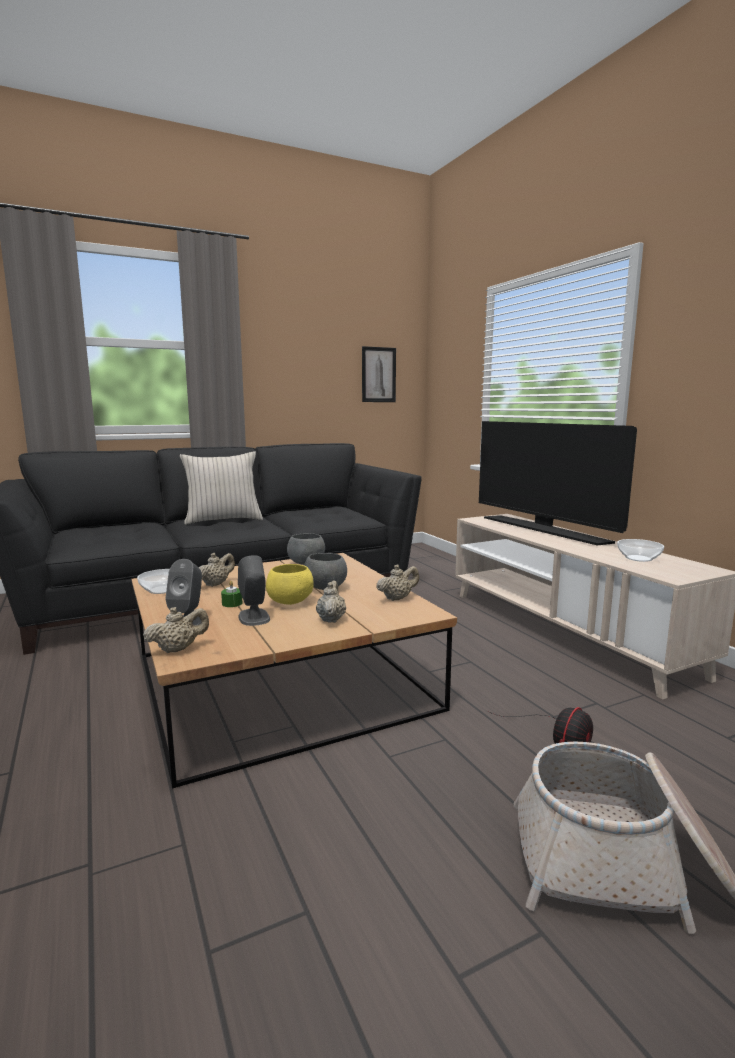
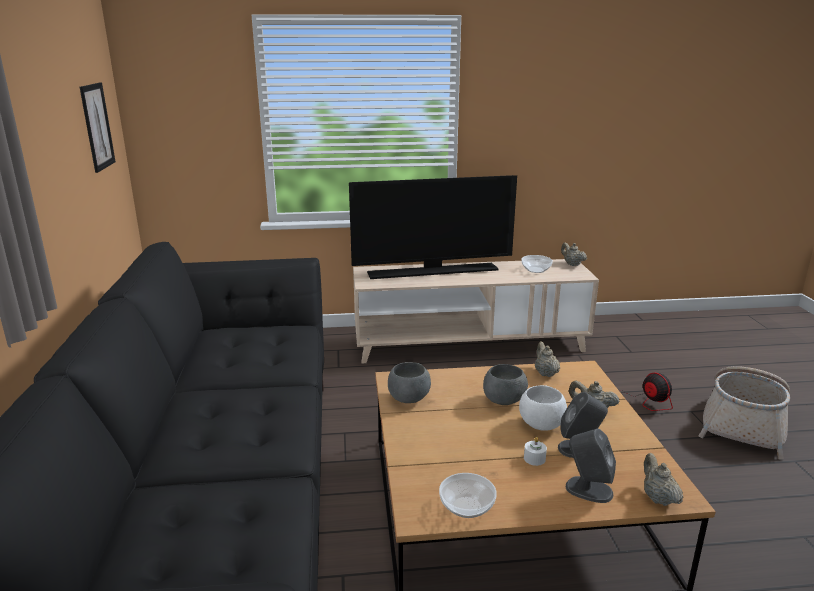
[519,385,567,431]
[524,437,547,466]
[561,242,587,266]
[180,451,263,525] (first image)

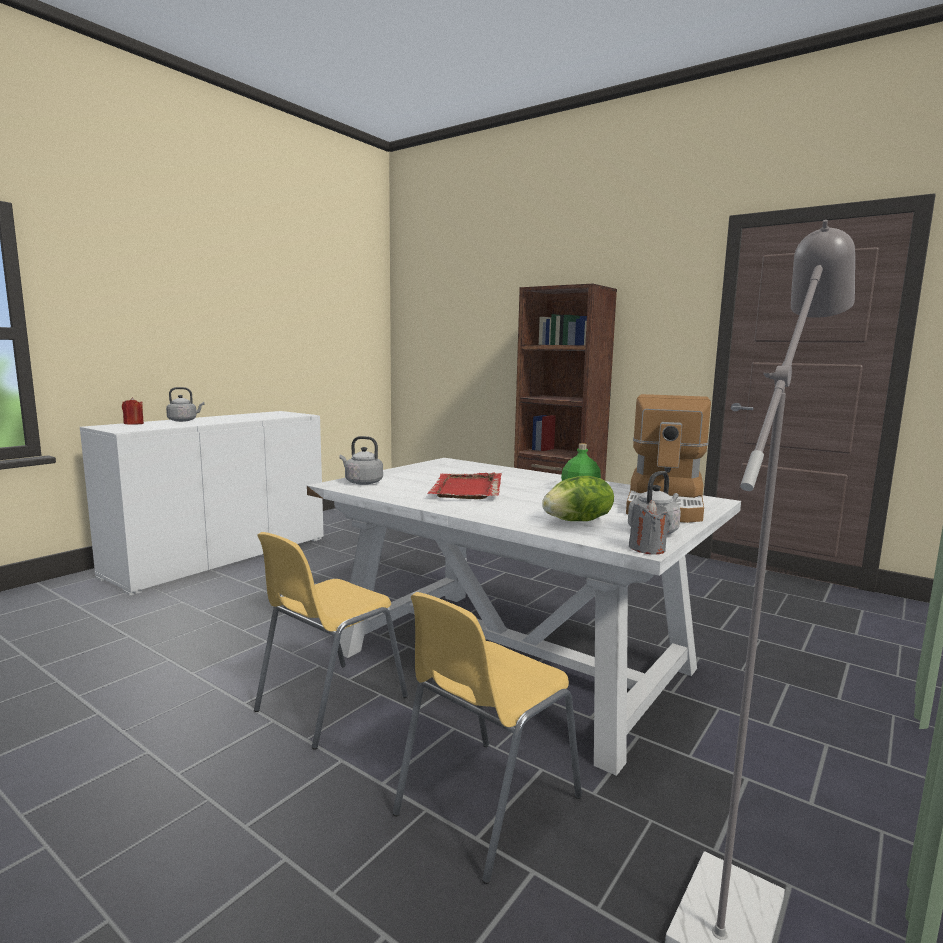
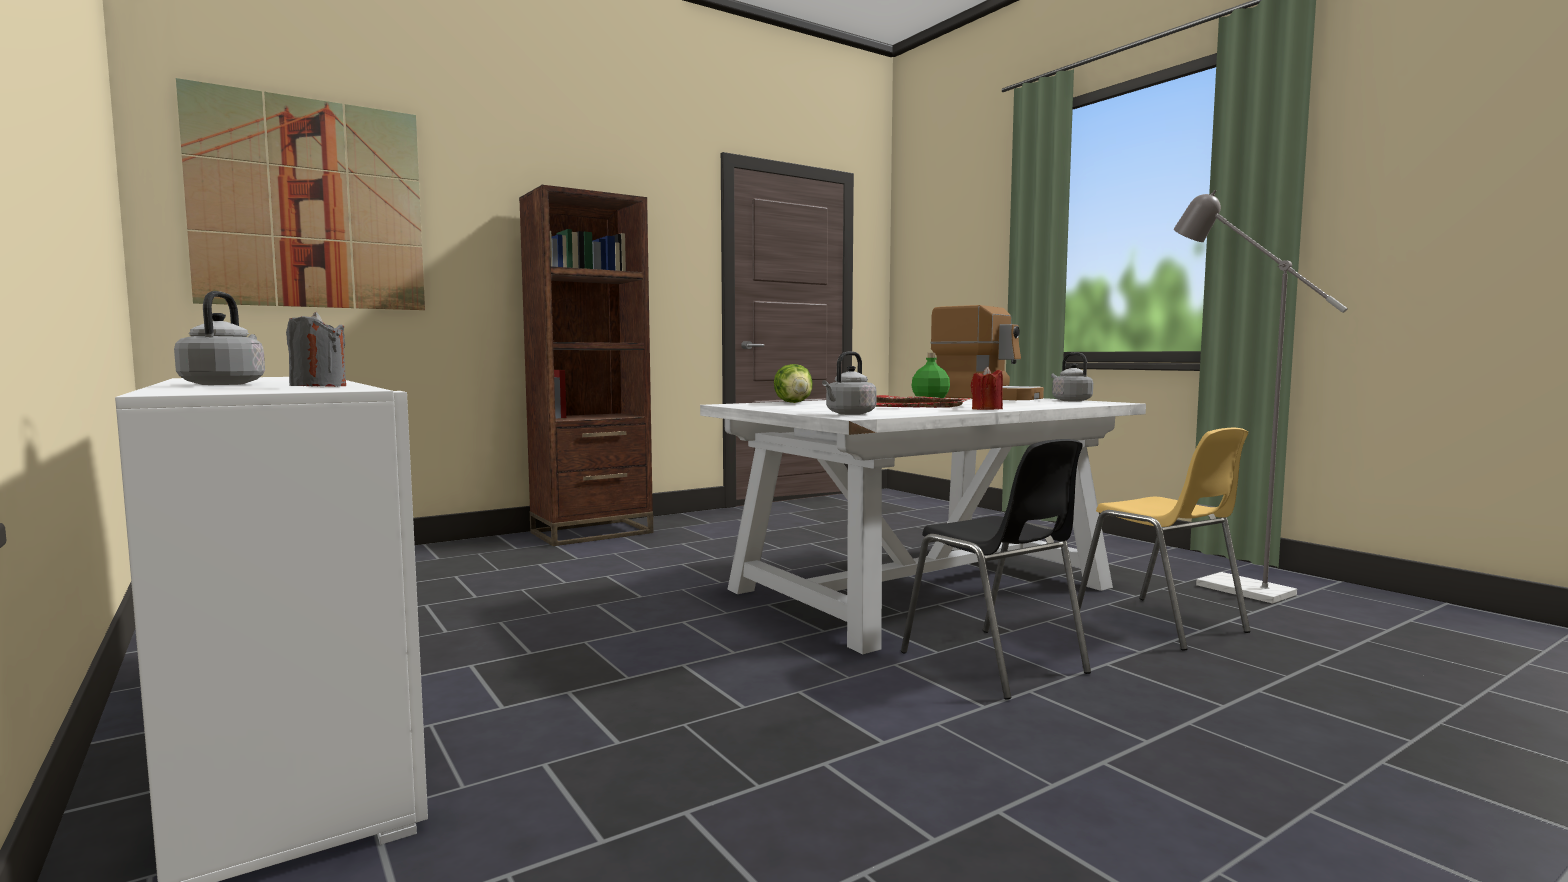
[176,78,425,310]
[286,312,346,387]
[774,364,813,403]
[901,439,1091,700]
[971,367,1003,410]

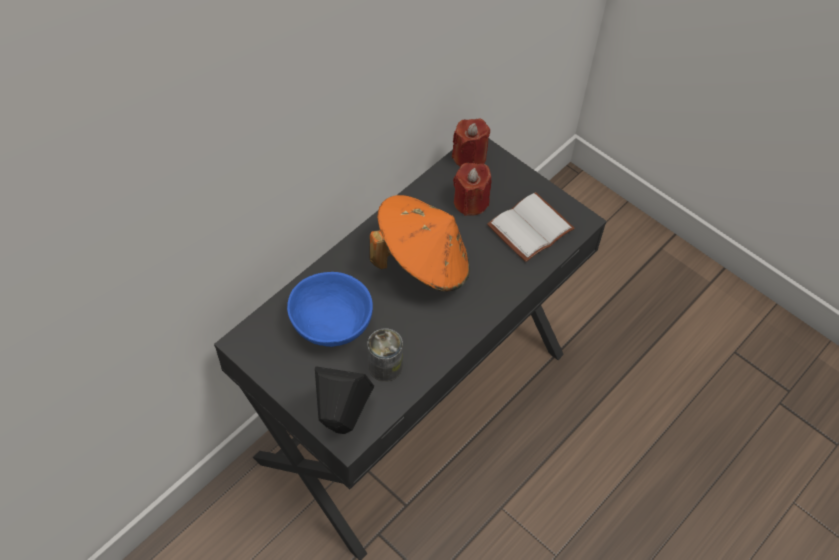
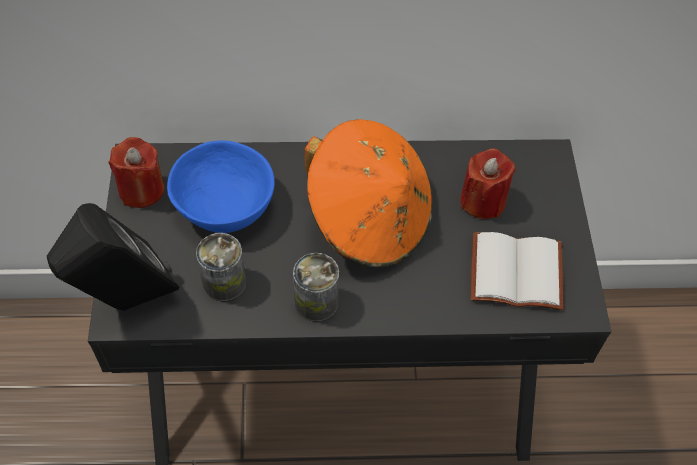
[109,137,165,208]
[293,253,339,322]

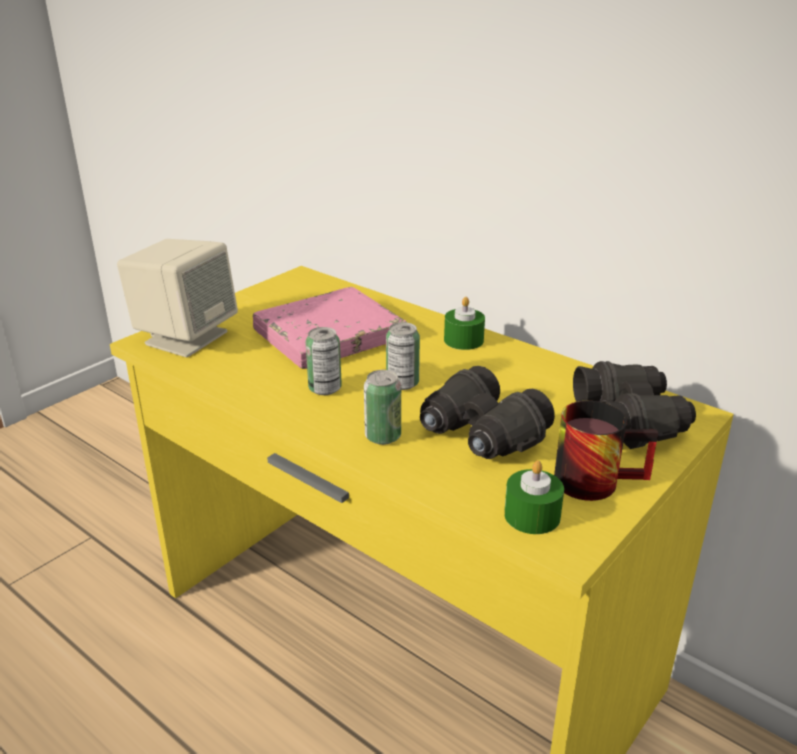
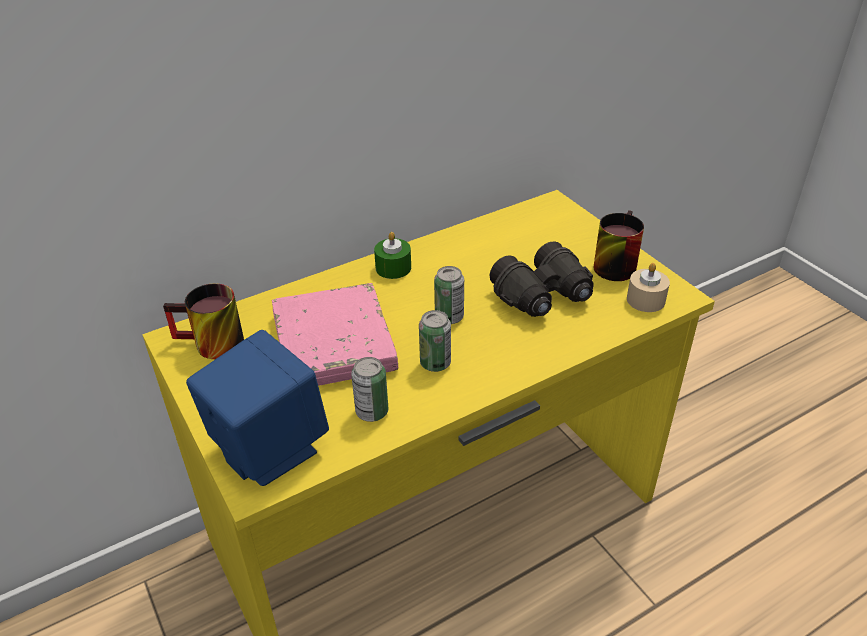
[163,283,244,359]
[186,330,329,486]
[351,357,388,422]
[627,263,670,312]
[573,361,696,449] (first image)

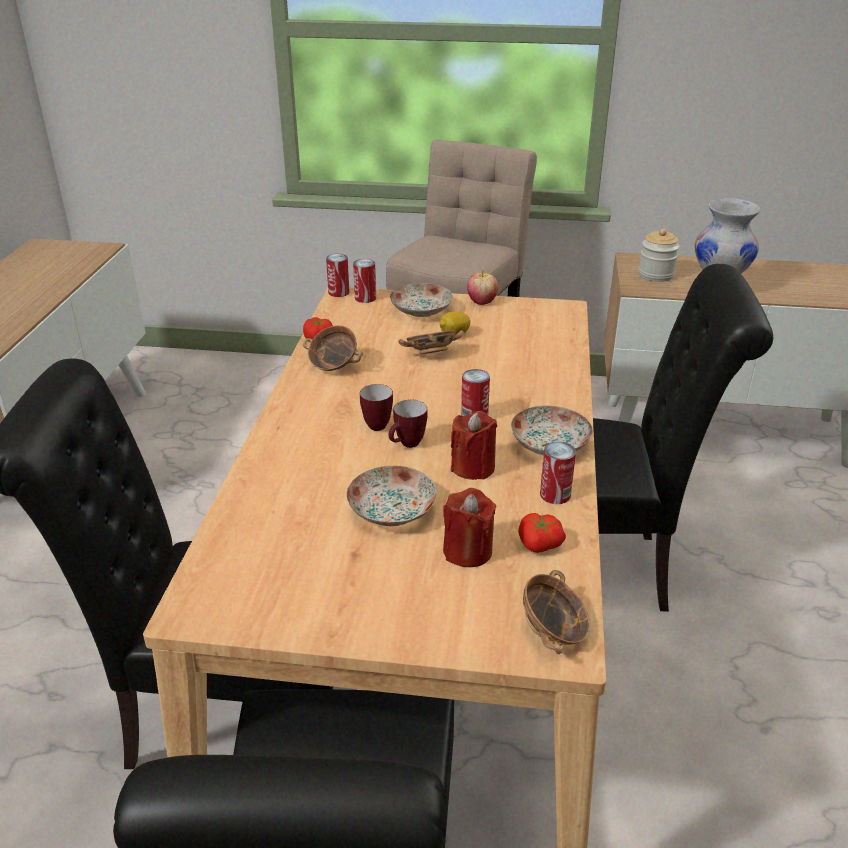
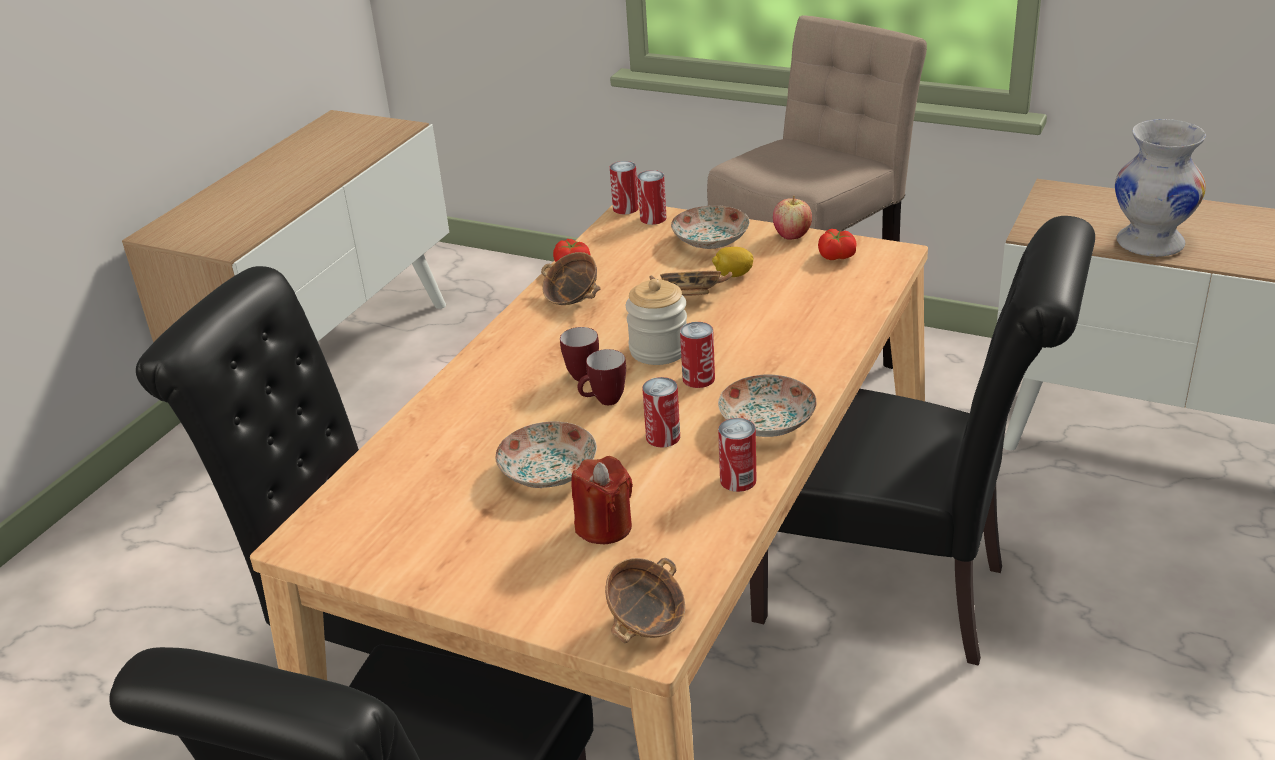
[626,279,687,365]
[642,377,680,448]
[818,229,857,260]

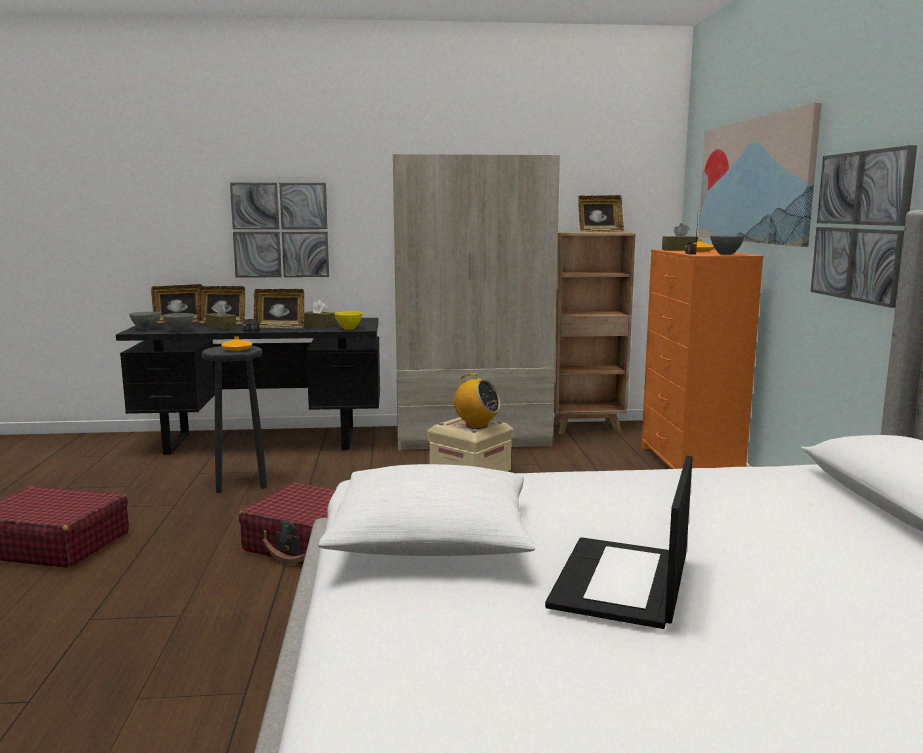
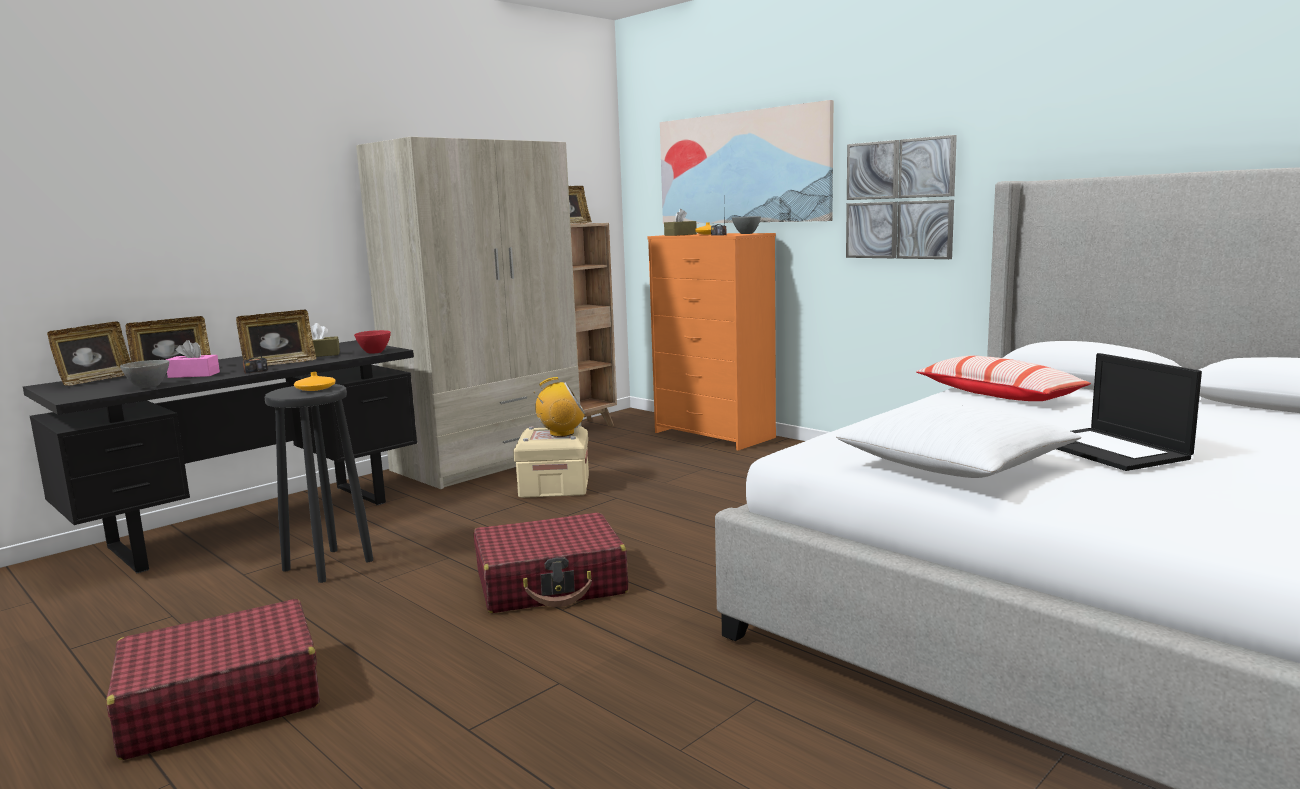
[166,340,220,378]
[354,330,391,354]
[916,356,1091,401]
[129,312,160,330] (first image)
[230,183,329,278] (first image)

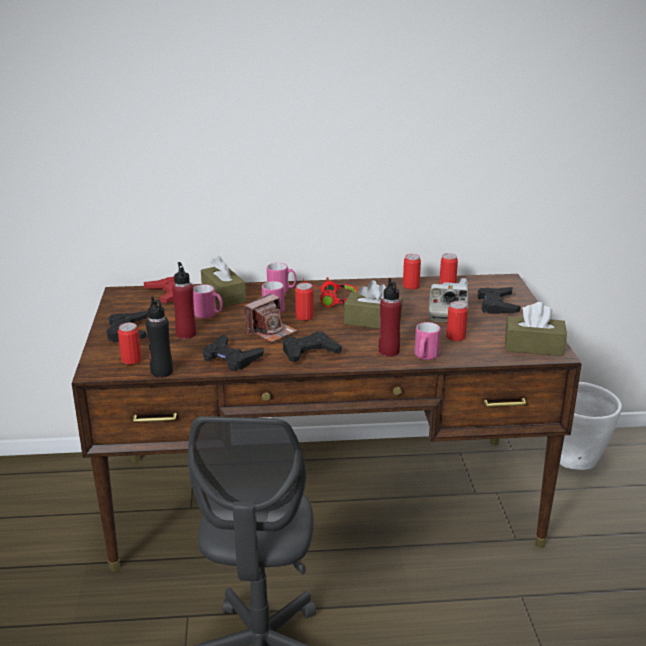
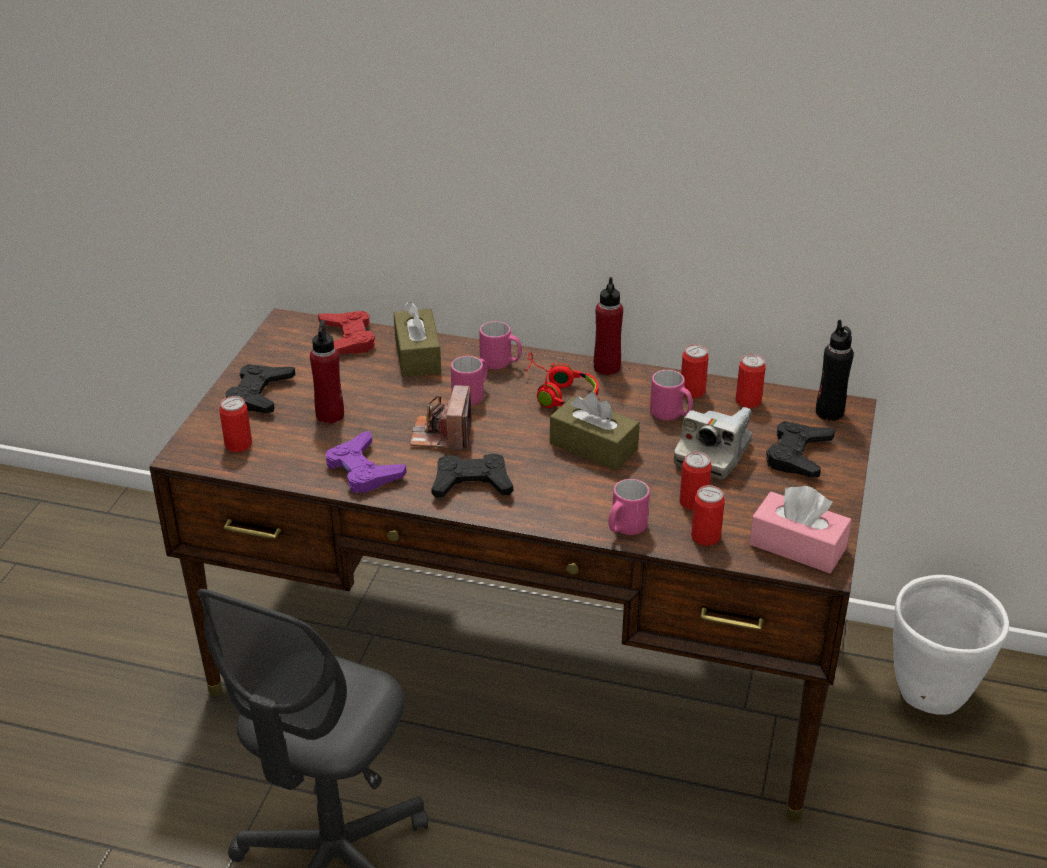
[326,431,407,494]
[410,385,472,450]
[594,277,623,375]
[650,370,693,421]
[691,485,725,546]
[749,486,852,573]
[816,320,854,421]

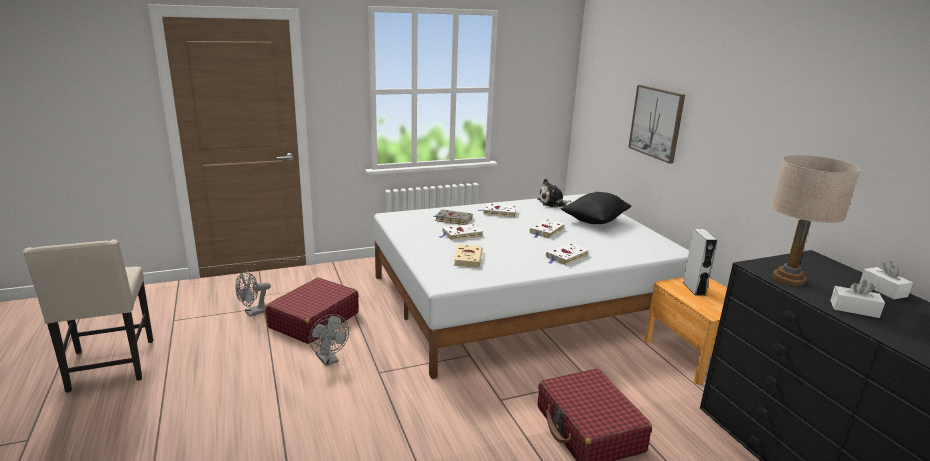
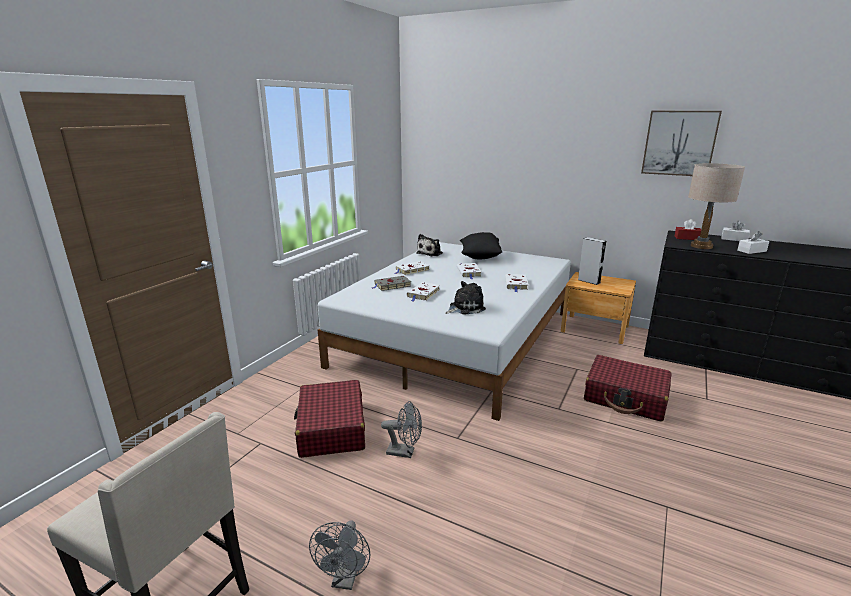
[309,520,370,590]
[445,281,486,315]
[641,111,722,176]
[675,219,701,240]

